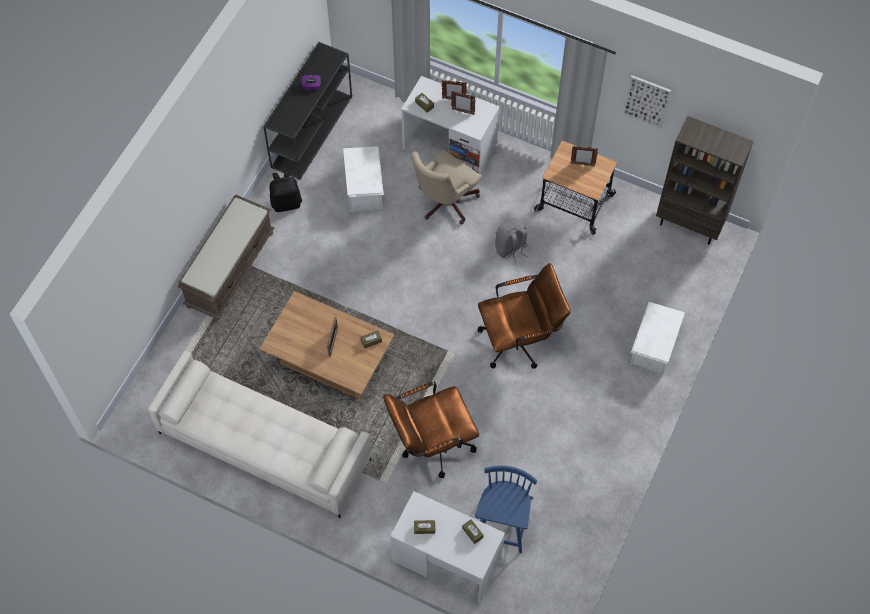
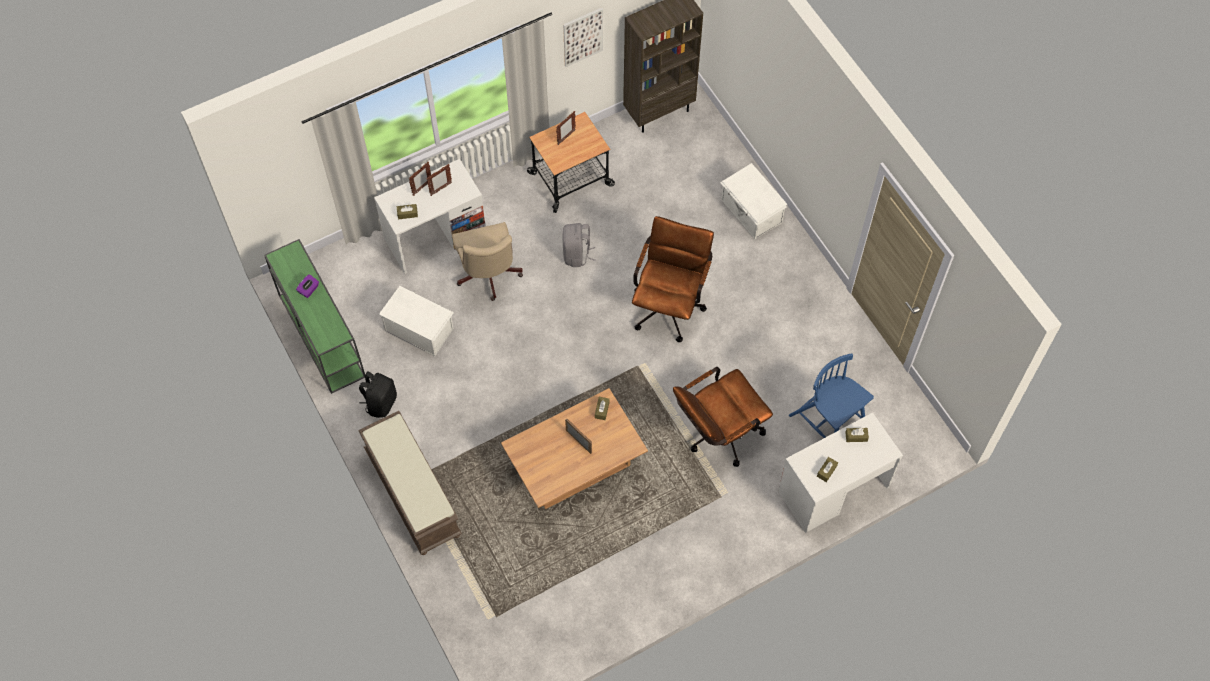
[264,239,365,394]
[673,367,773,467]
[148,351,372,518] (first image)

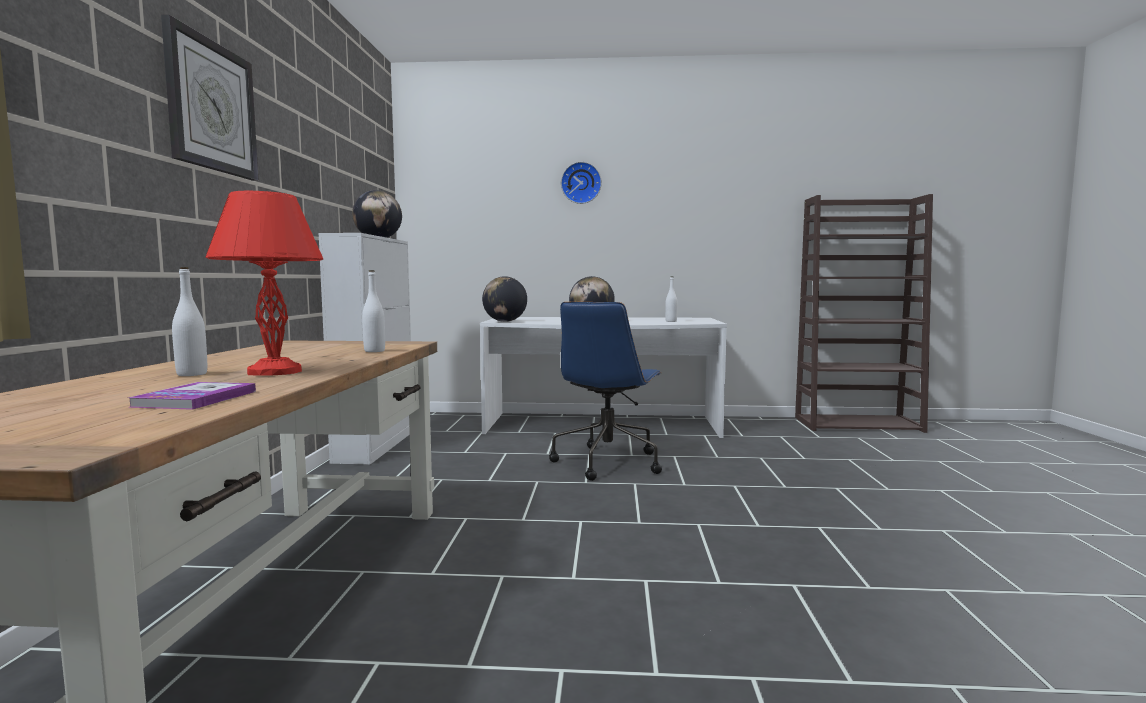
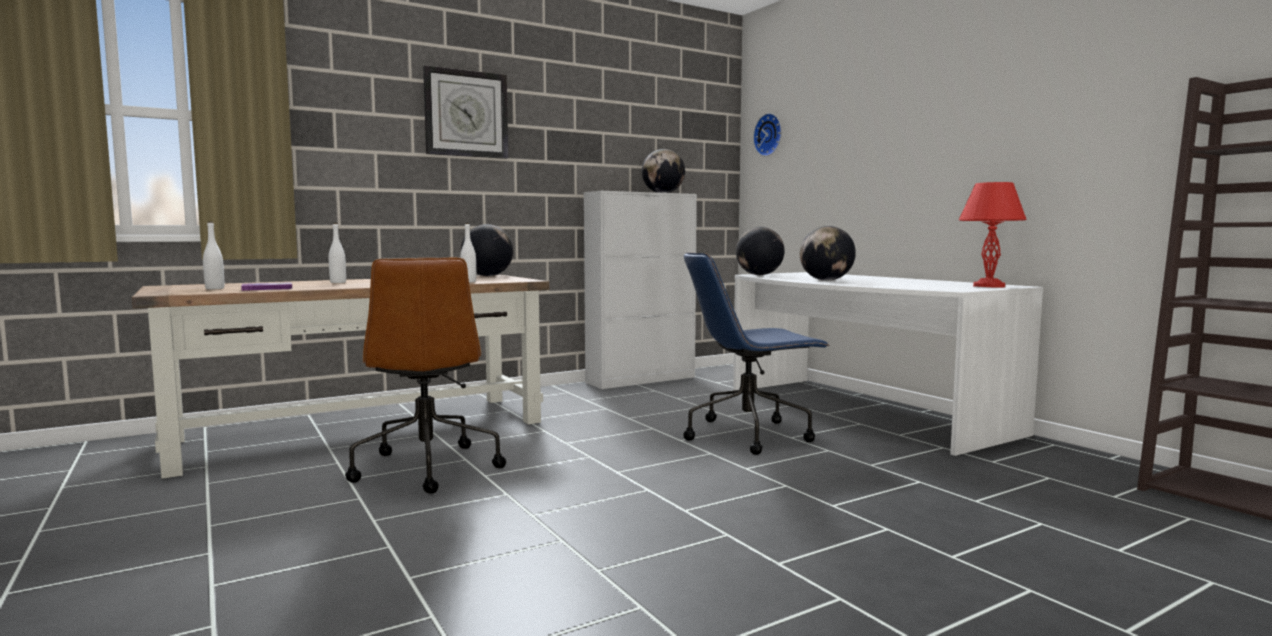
[203,222,224,289]
[345,257,506,493]
[461,224,513,276]
[753,113,782,156]
[959,182,1027,288]

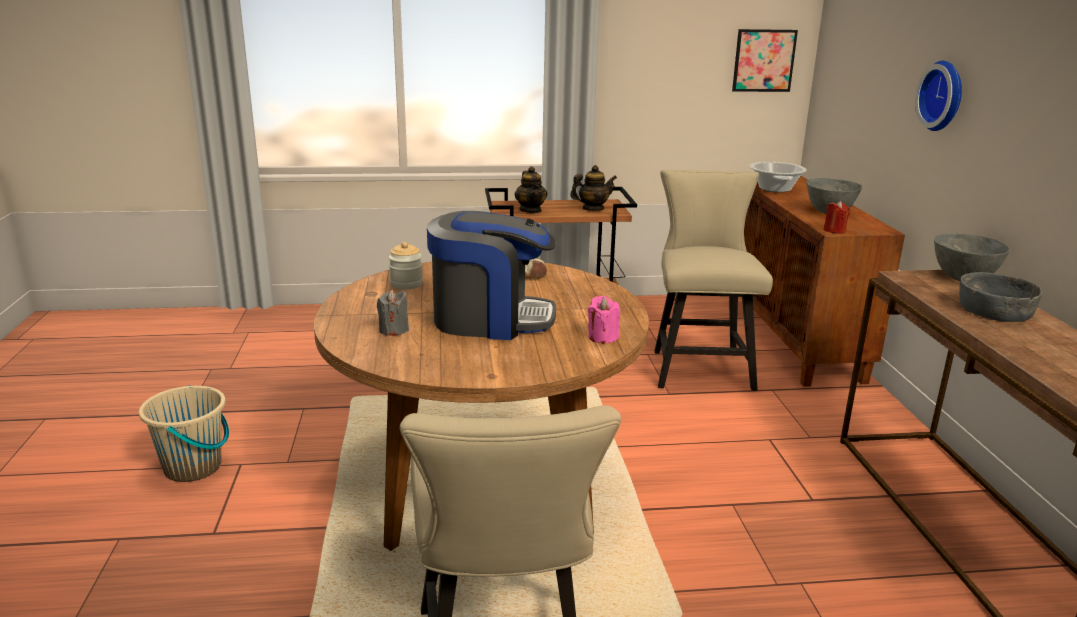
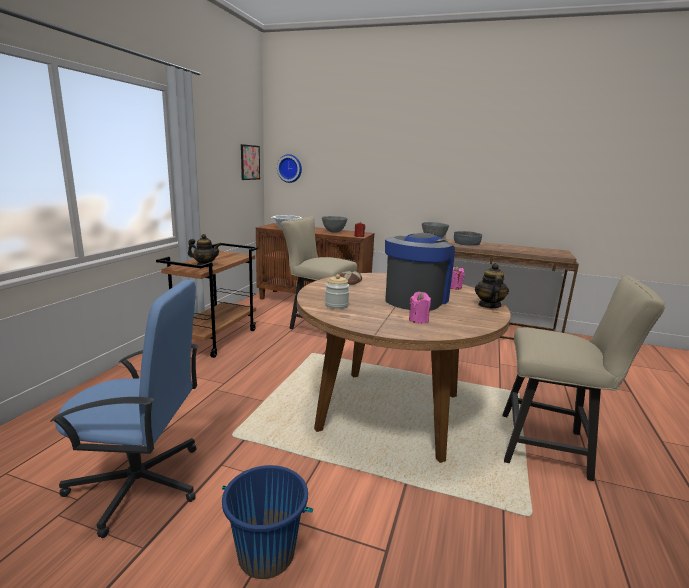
[50,280,199,538]
[222,465,313,579]
[277,154,302,183]
[409,292,431,324]
[475,263,509,308]

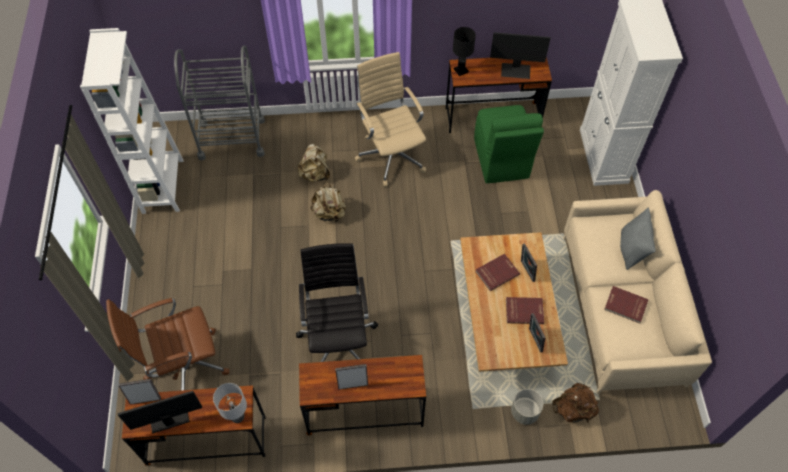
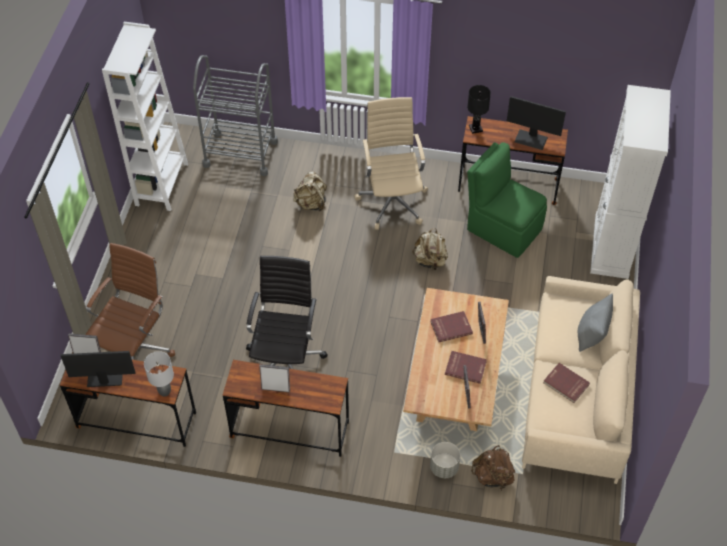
[85,243,175,360]
[412,228,448,270]
[467,142,547,258]

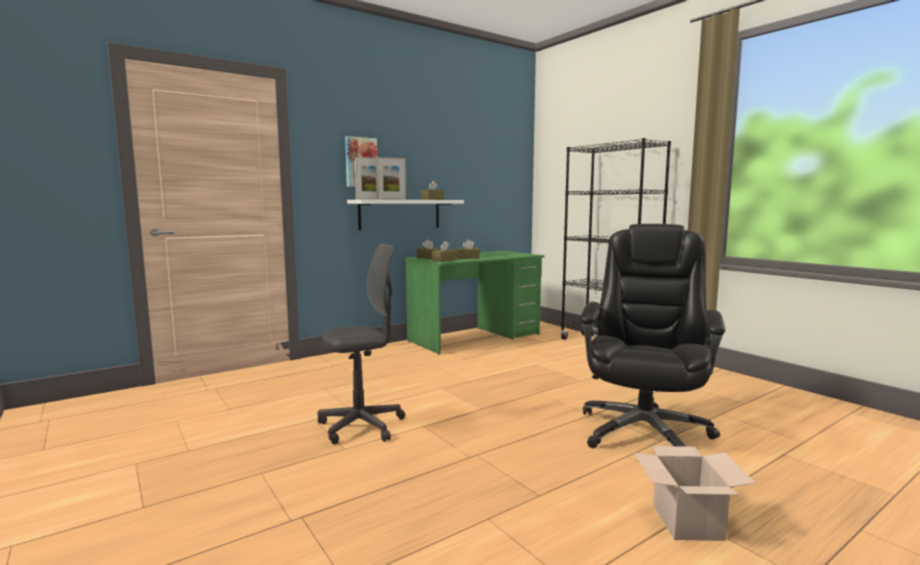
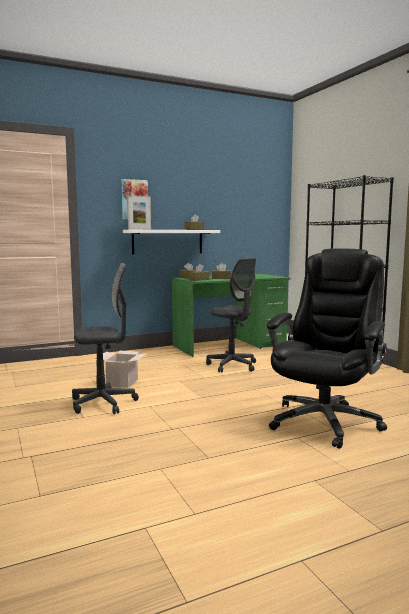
[95,351,147,388]
[206,258,256,373]
[376,157,406,200] (first image)

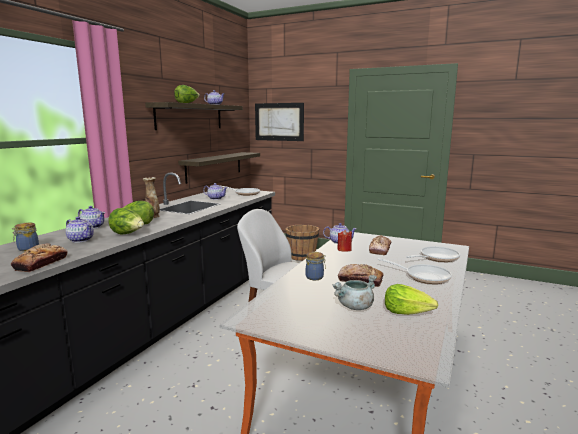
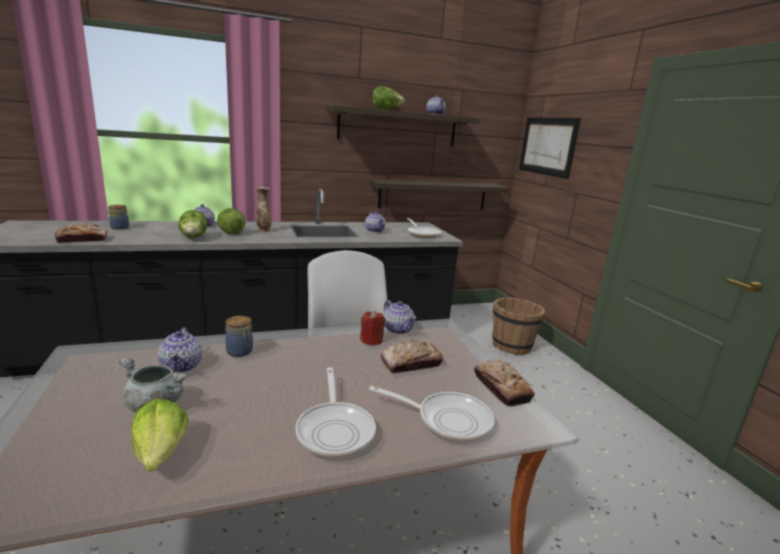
[158,327,202,373]
[474,359,535,407]

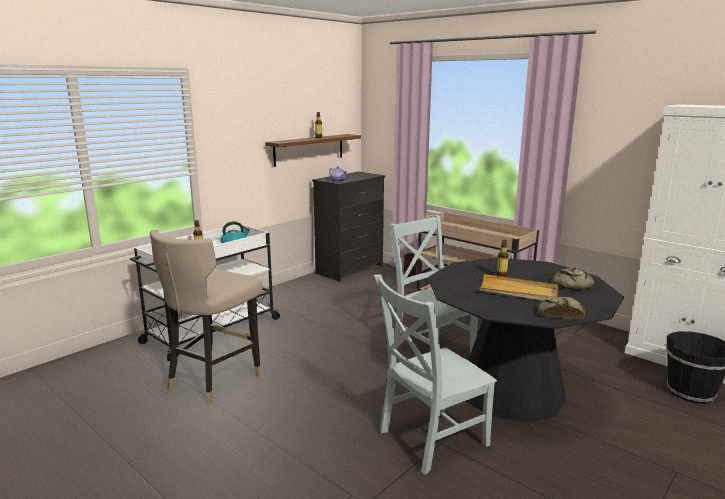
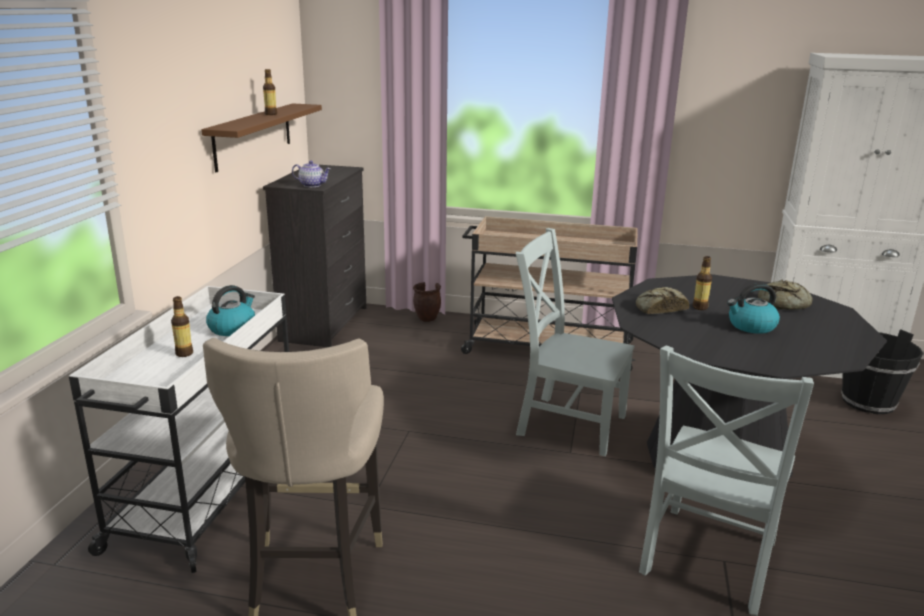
[636,287,689,314]
[727,283,780,334]

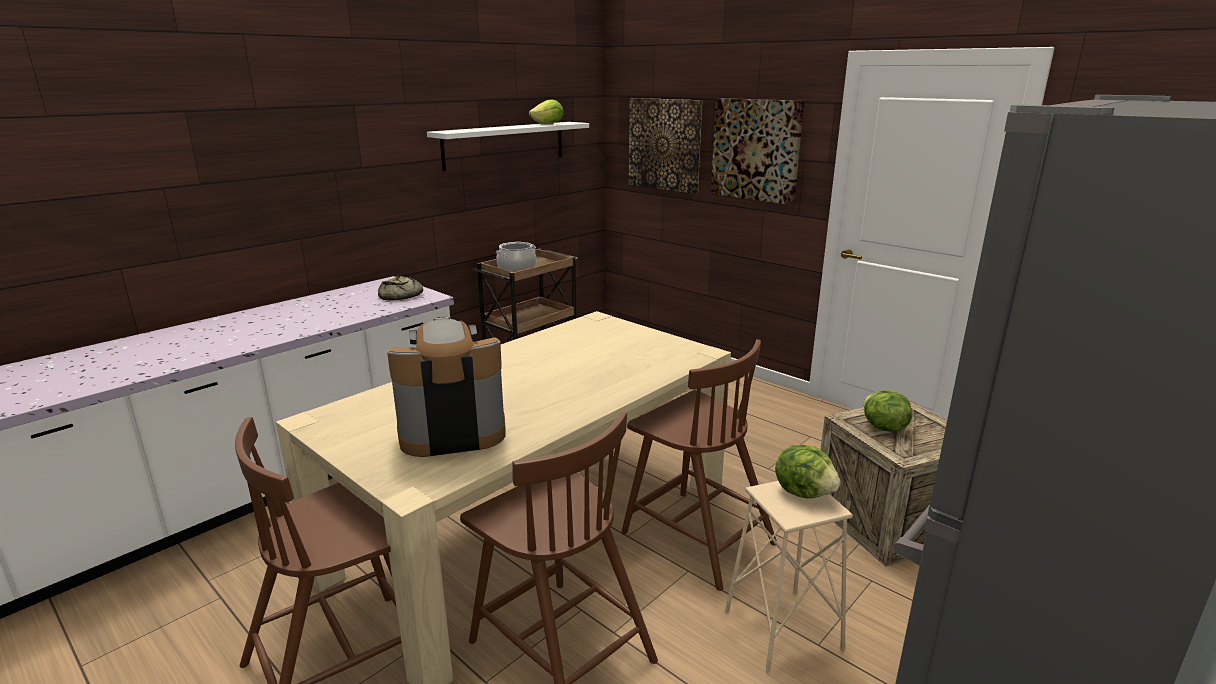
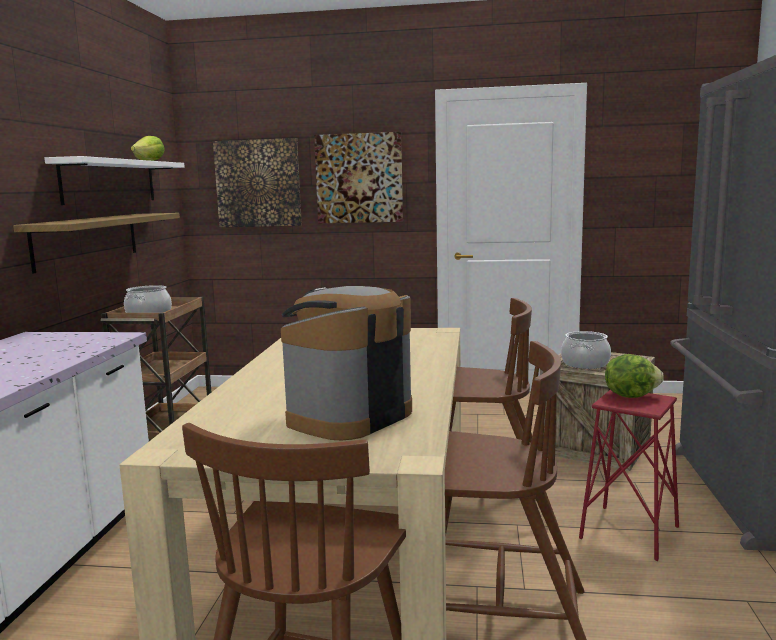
[13,213,180,274]
[561,331,611,369]
[579,390,679,561]
[378,276,423,301] (first image)

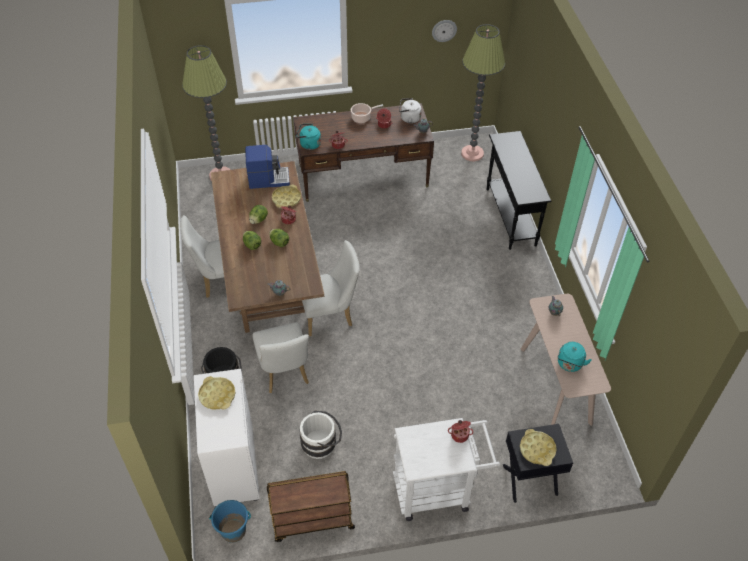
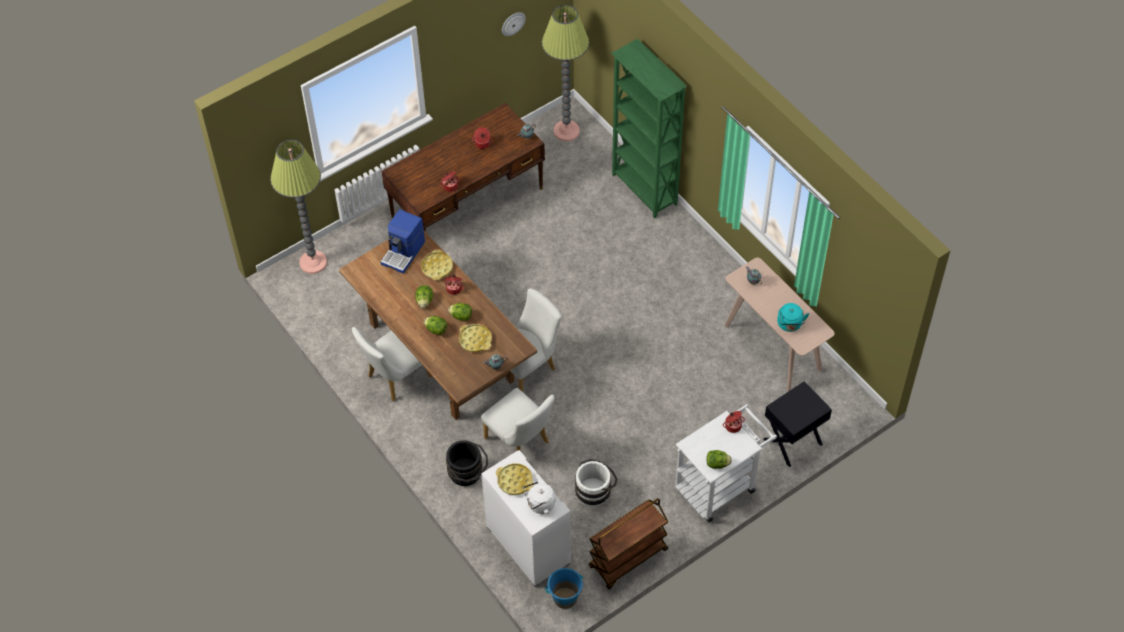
[381,209,425,274]
[459,324,492,352]
[523,482,555,514]
[611,39,687,218]
[706,450,732,469]
[296,124,321,150] (first image)
[351,103,384,123] (first image)

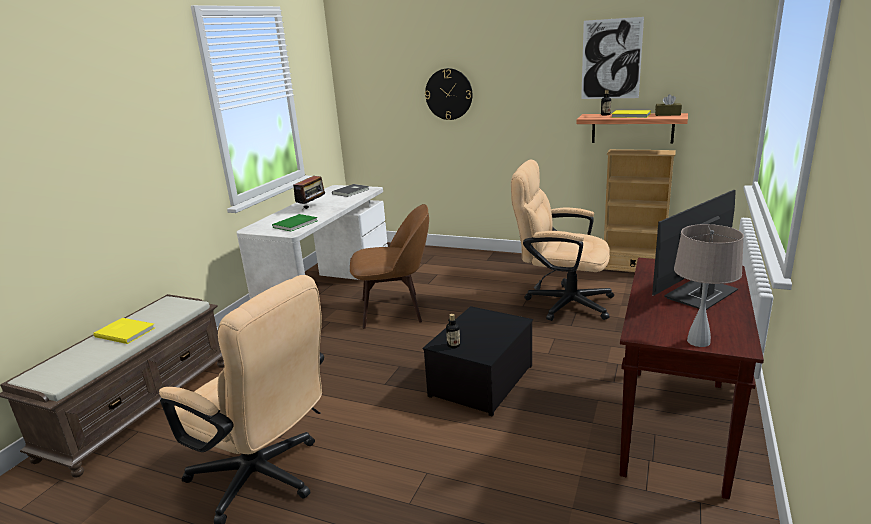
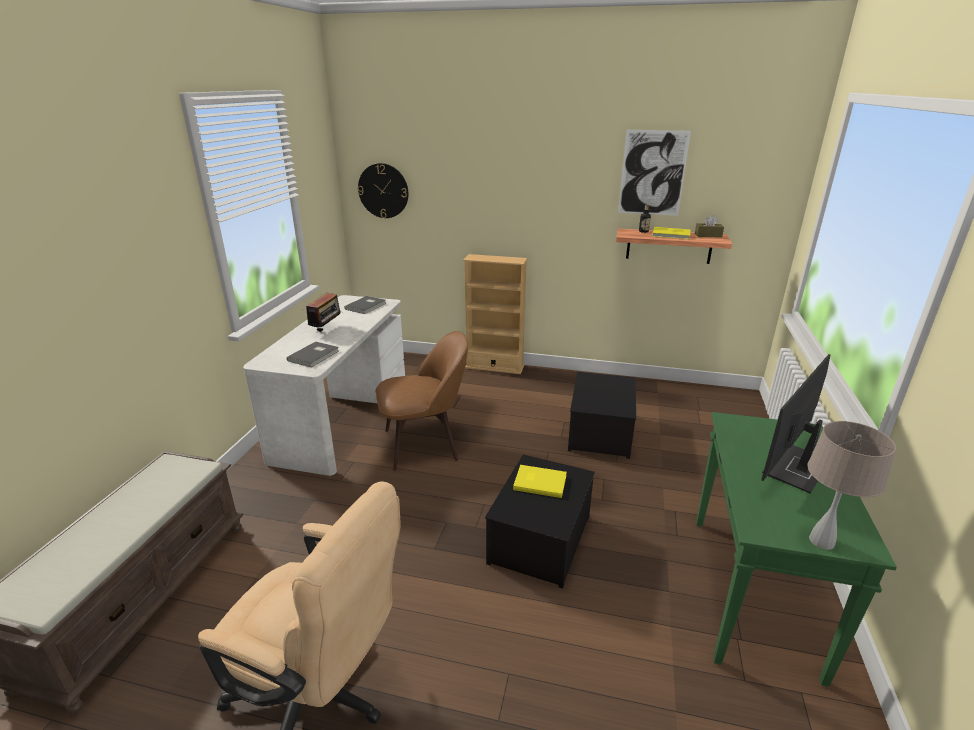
[287,342,339,367]
[358,163,409,218]
[463,254,528,374]
[513,465,567,498]
[568,372,636,459]
[696,412,897,687]
[446,314,460,348] (first image)

